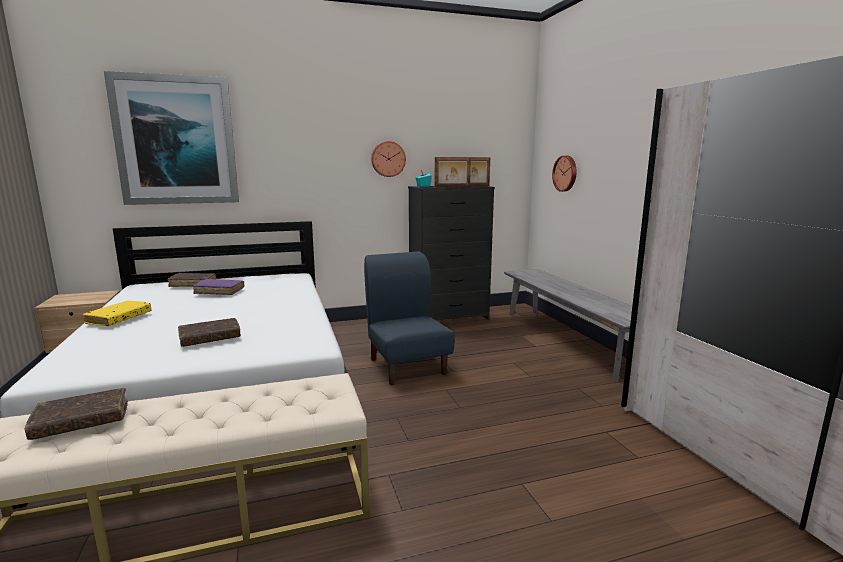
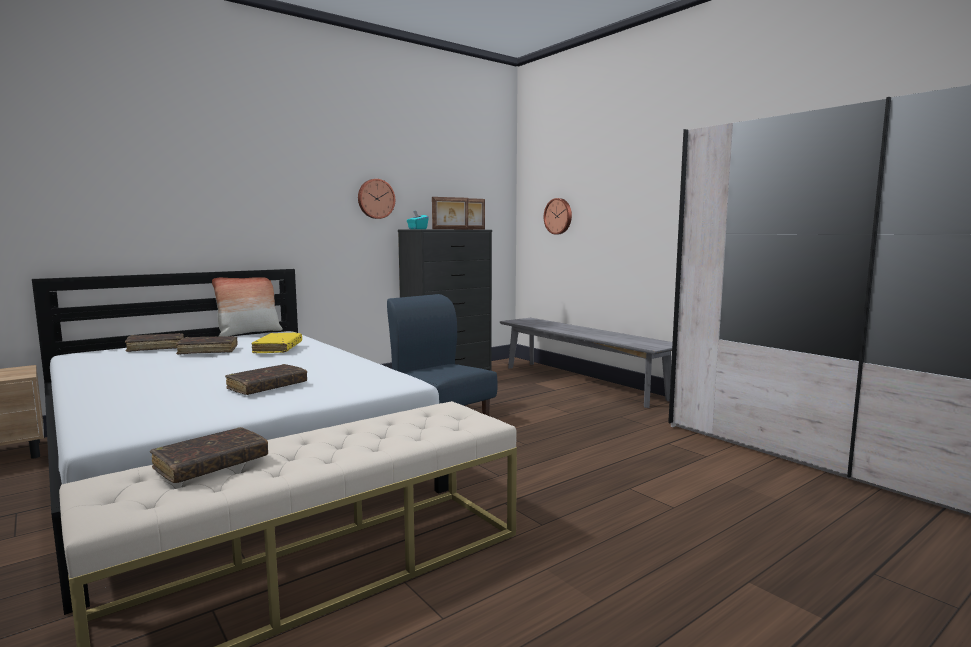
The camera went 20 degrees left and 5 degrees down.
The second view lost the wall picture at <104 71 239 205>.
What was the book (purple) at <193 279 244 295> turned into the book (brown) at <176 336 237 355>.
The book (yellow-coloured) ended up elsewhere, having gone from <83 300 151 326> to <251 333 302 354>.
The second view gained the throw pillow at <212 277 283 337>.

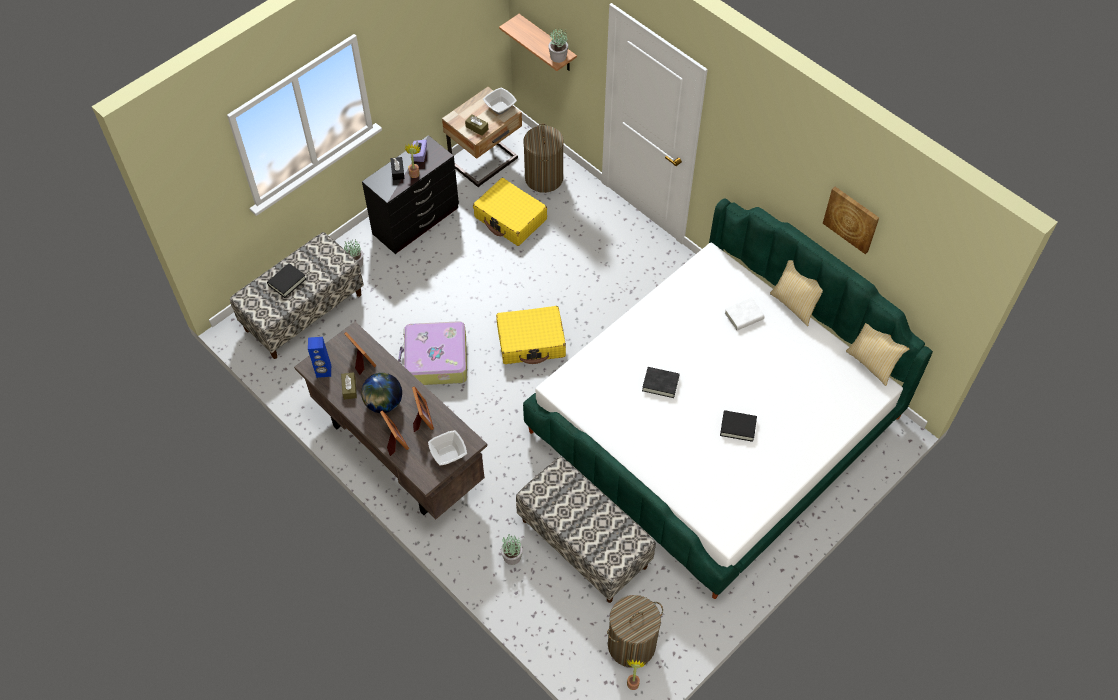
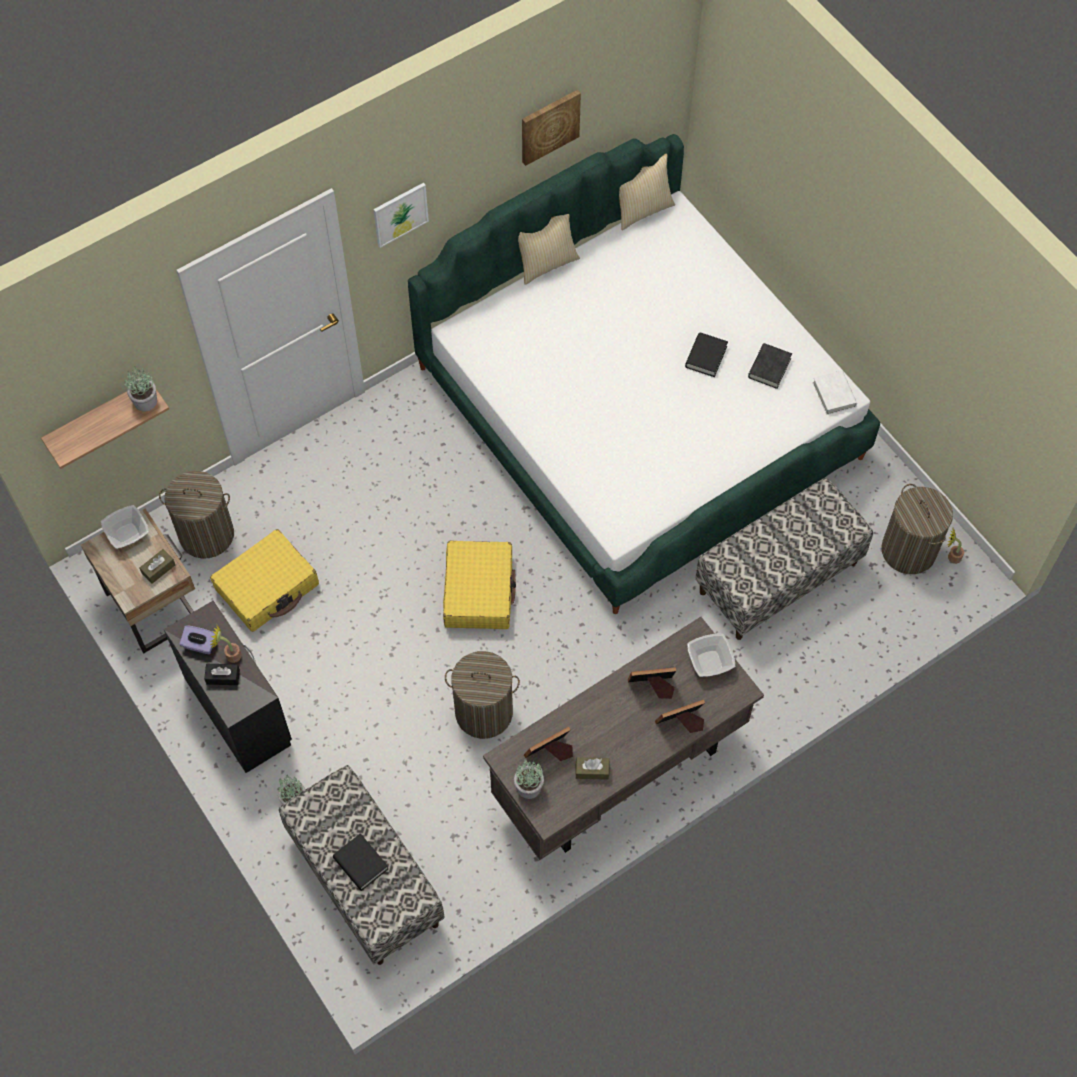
The camera went 80 degrees left and 5 degrees up.
The book (white) ended up elsewhere, having gone from <724 298 765 331> to <813 371 857 415>.
Where the travel case stood at <398 321 467 385>, the laundry basket came to stand at <445 651 520 739>.
The second view lost the audio speaker (blue-coloured) at <308 337 331 378>.
The book (black) ended up elsewhere, having gone from <642 367 680 398> to <748 343 792 389>.
The second view lost the desk globe at <361 373 402 413>.
The plant in a pot ended up elsewhere, having gone from <501 534 523 565> to <514 759 544 799>.
The second view gained the wall picture at <373 183 429 248>.

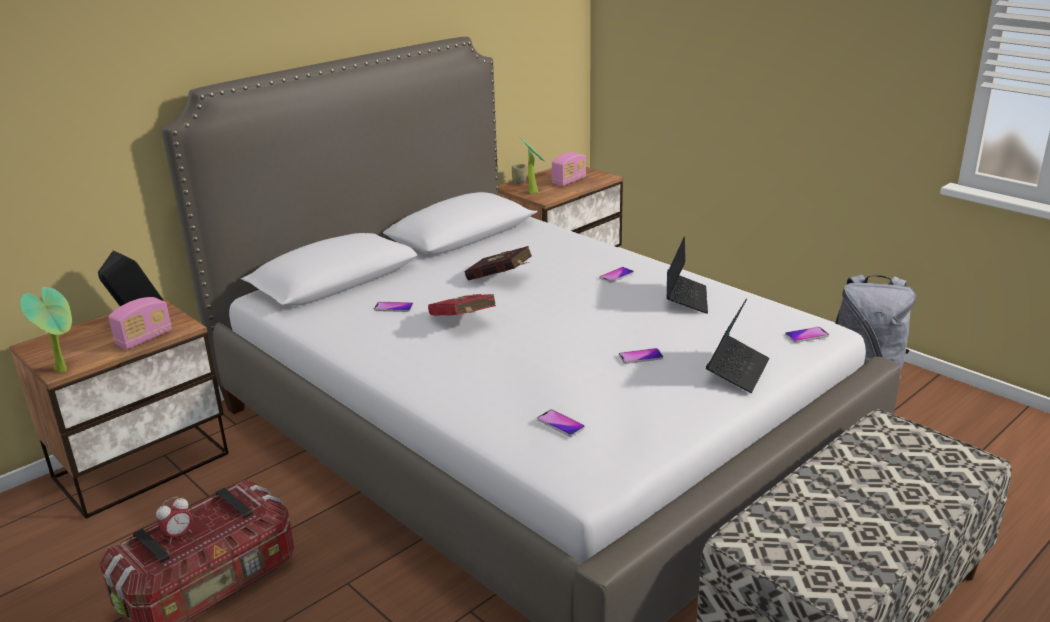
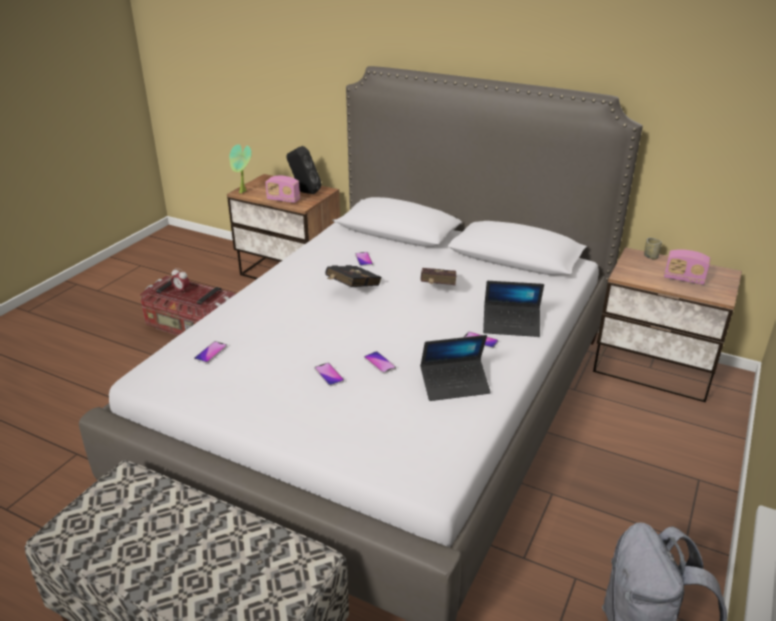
The camera went 70 degrees right and 5 degrees up.
The second view lost the plant in a pot at <520 137 546 194>.
What was the book (red) at <428 294 496 316> turned into the book (black) at <325 265 382 287>.
The notebook computer ended up elsewhere, having gone from <706 299 770 393> to <483 281 544 337>.
The telephone ended up elsewhere, having gone from <785 327 829 343> to <364 351 396 374>.

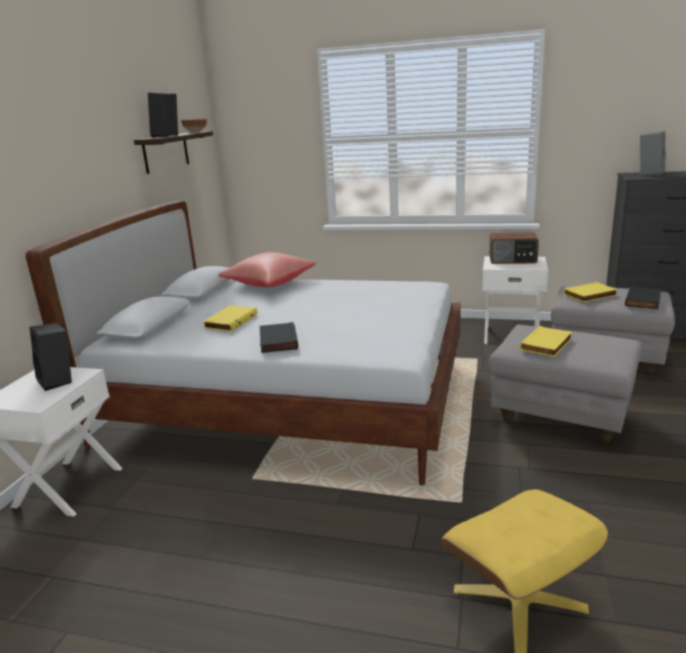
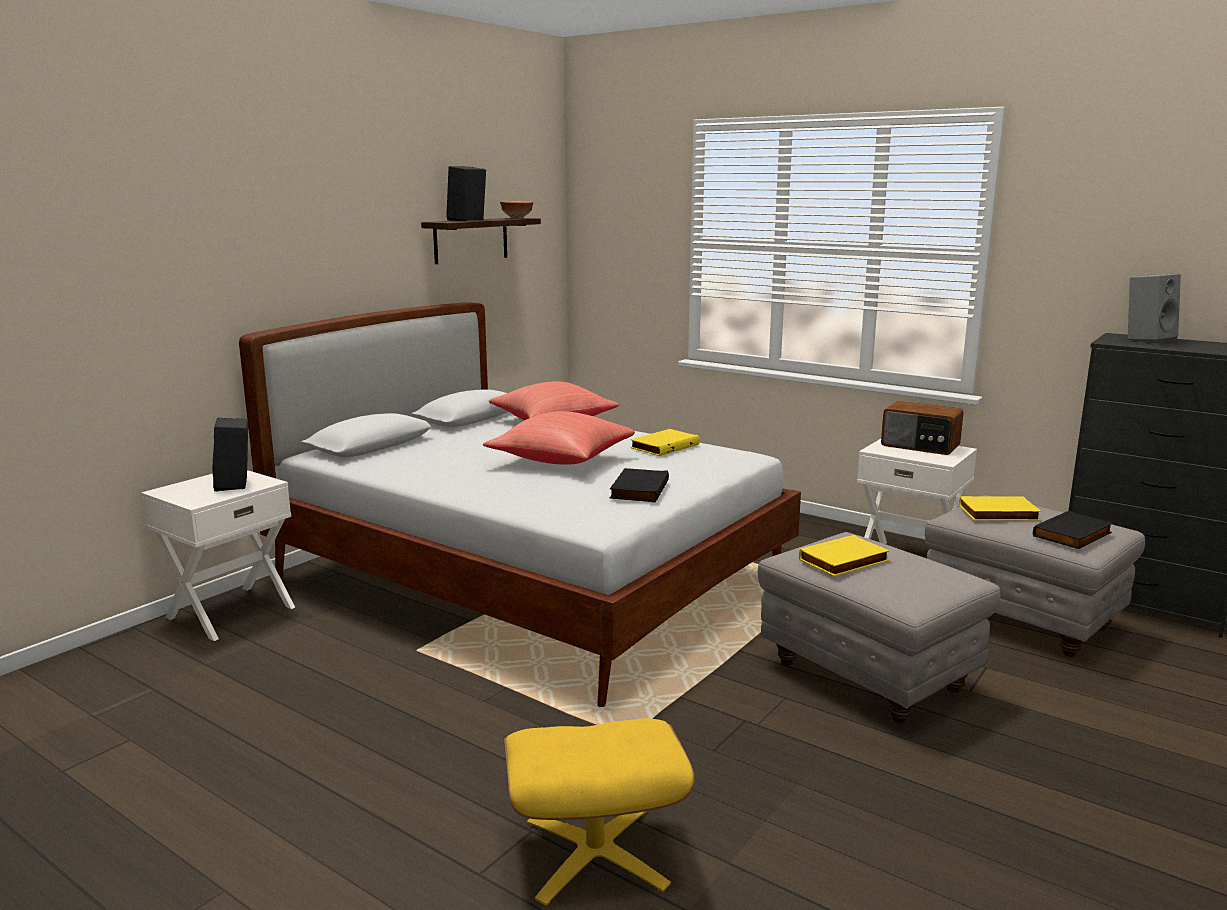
The camera went 20 degrees right and 5 degrees down.
The book (yellow-coloured) ended up elsewhere, having gone from <203 305 257 332> to <630 429 700 456>.
The book (black) ended up elsewhere, having gone from <260 322 298 353> to <610 468 669 502>.
The second view gained the throw pillow (red) at <483 411 635 465>.

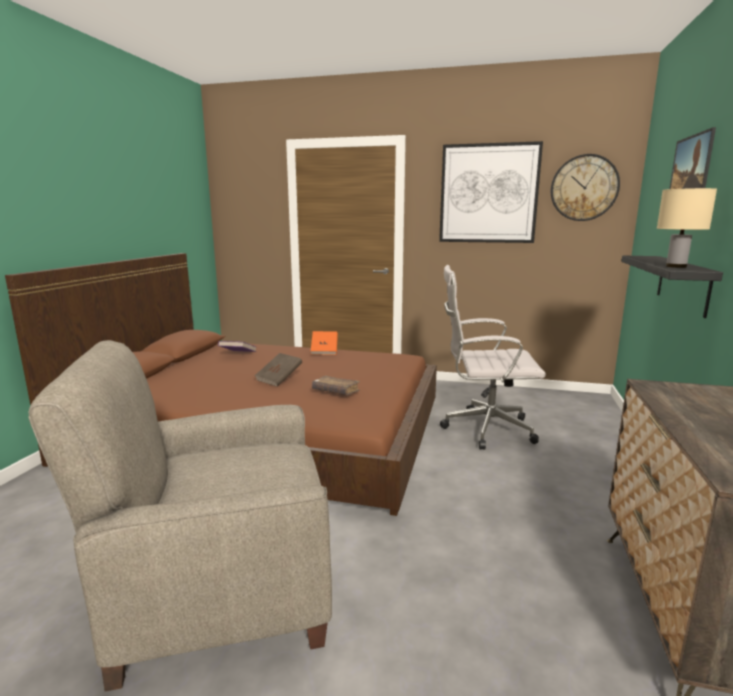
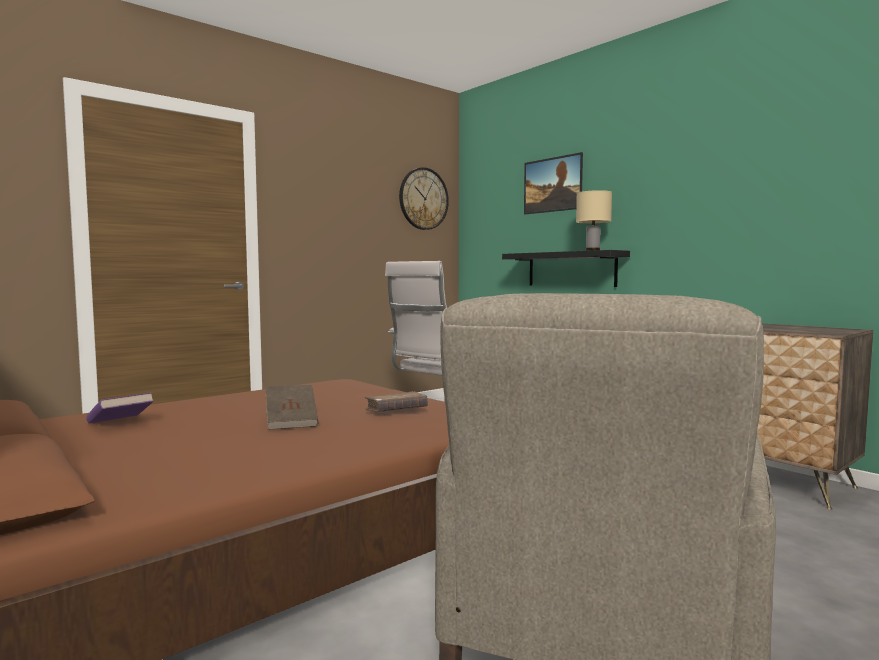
The camera went 55 degrees left and 10 degrees down.
The second view lost the wall picture at <439 141 543 243>.
The second view lost the book (orange) at <311 331 338 355>.

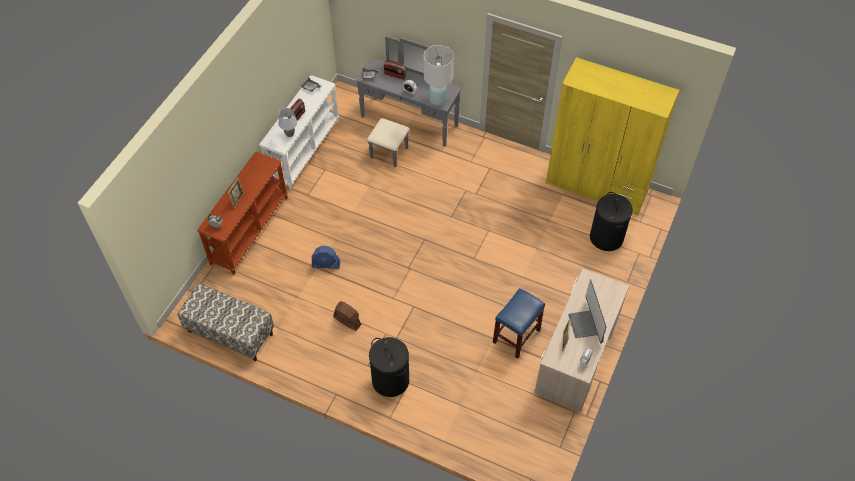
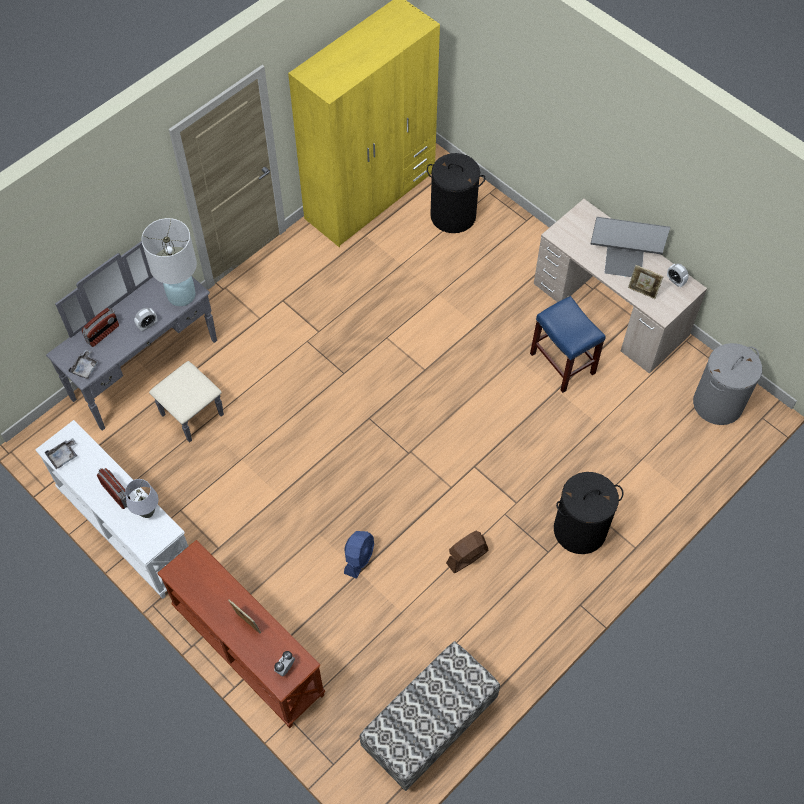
The camera went 70 degrees left and 5 degrees up.
The second view gained the laundry basket (greyish) at <693 343 762 425>.

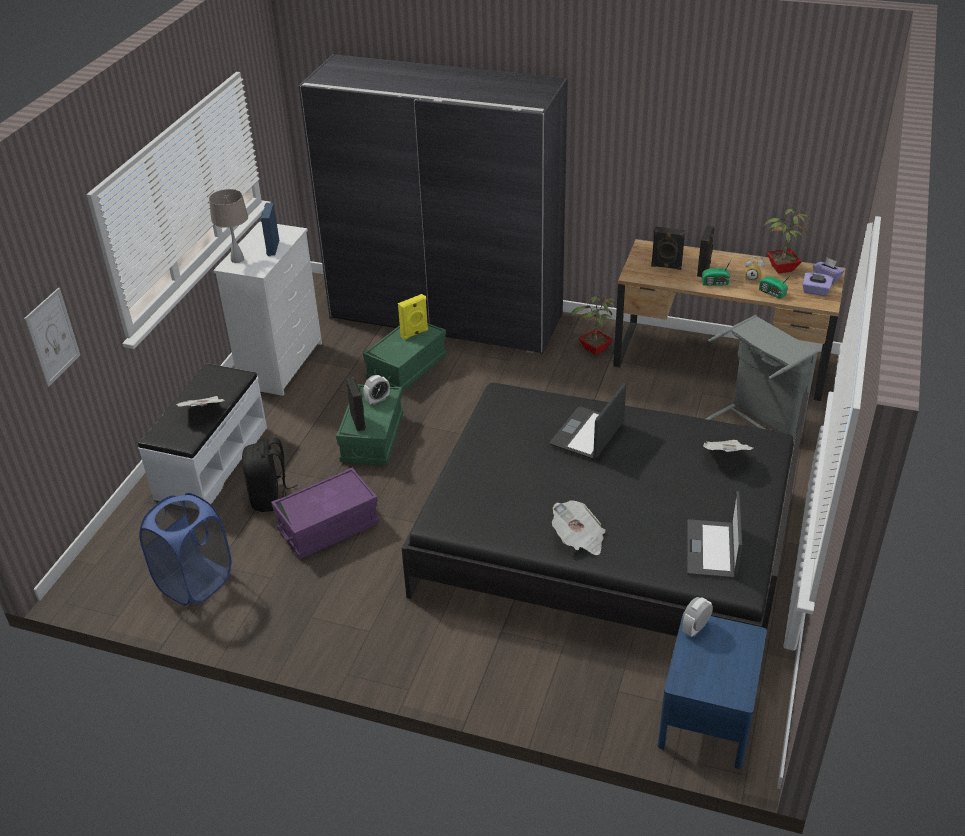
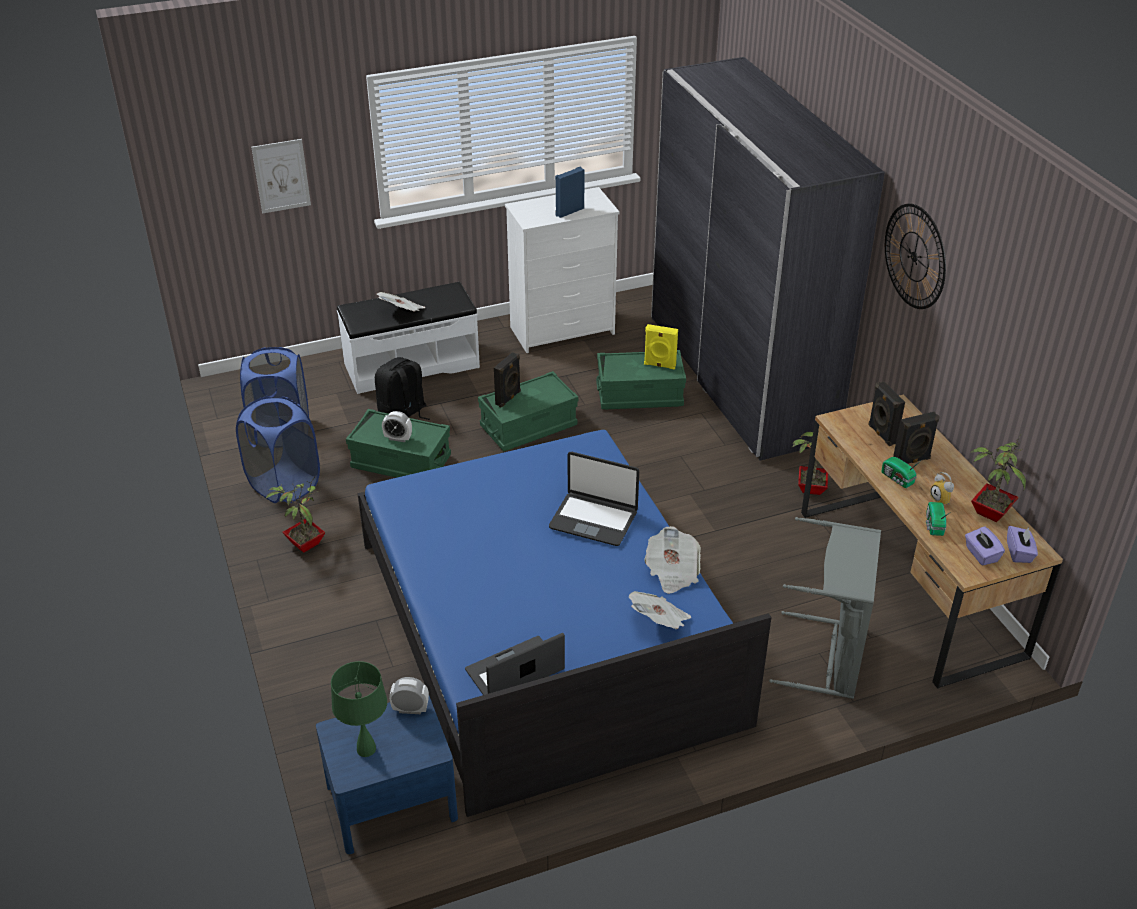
The camera went 50 degrees right and 0 degrees up.
The second view lost the tabletop lamp (beige-coloured) at <209 189 248 263>.
The bedside clock ended up elsewhere, having gone from <363 375 390 405> to <382 411 412 442>.
What was the bedroom bed (black) at <402 383 808 636> turned into the bedroom bed (blue-coloured) at <357 430 771 817>.
The notebook computer at <550 383 626 459> ended up facing another way, 150 degrees counterclockwise from before.
What was the storage box (purple) at <271 468 379 559> turned into the storage box (green-coloured) at <346 409 451 478>.
The newspaper ended up elsewhere, having gone from <552 500 606 555> to <644 526 701 594>.
The second view gained the wall clock at <885 204 946 309>.
The second view gained the laundry basket (blue-coloured) at <236 397 320 503>.
The second view gained the plant in a pot at <266 477 325 553>.
The second view gained the tabletop lamp (green-coloured) at <331 661 387 757>.

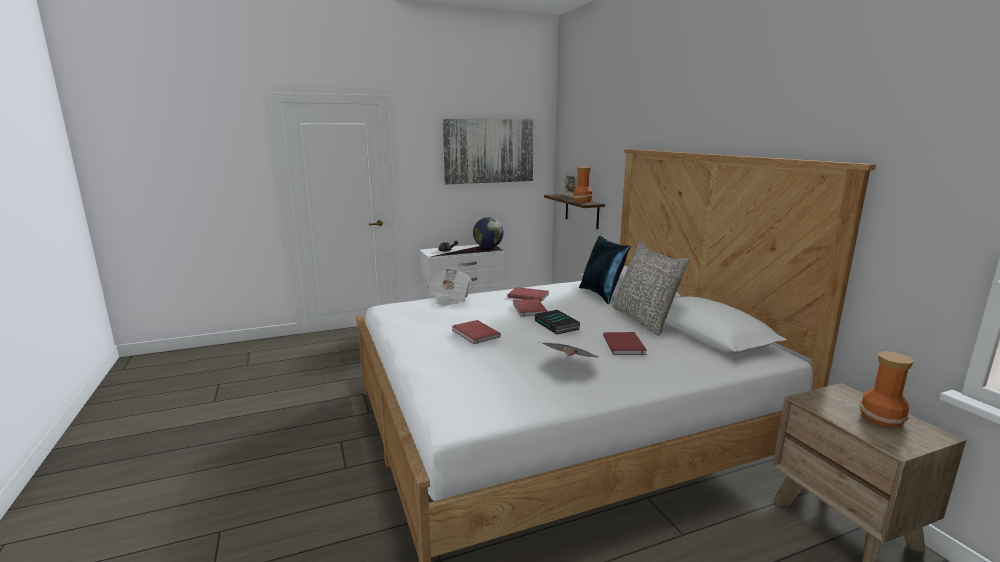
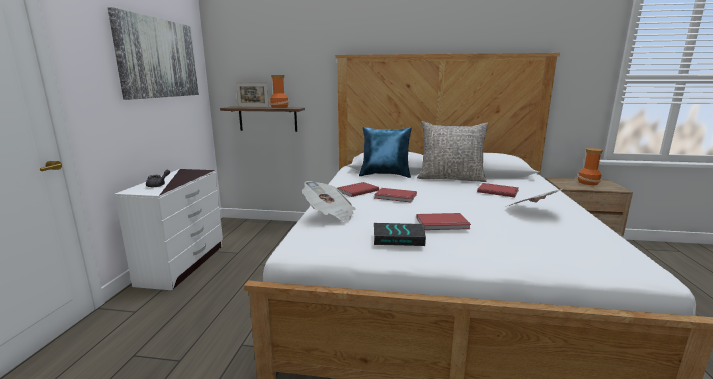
The camera went 60 degrees left and 0 degrees up.
The second view lost the desk globe at <473 217 504 248>.
The book ended up elsewhere, having gone from <535 310 581 335> to <374 223 426 246>.

